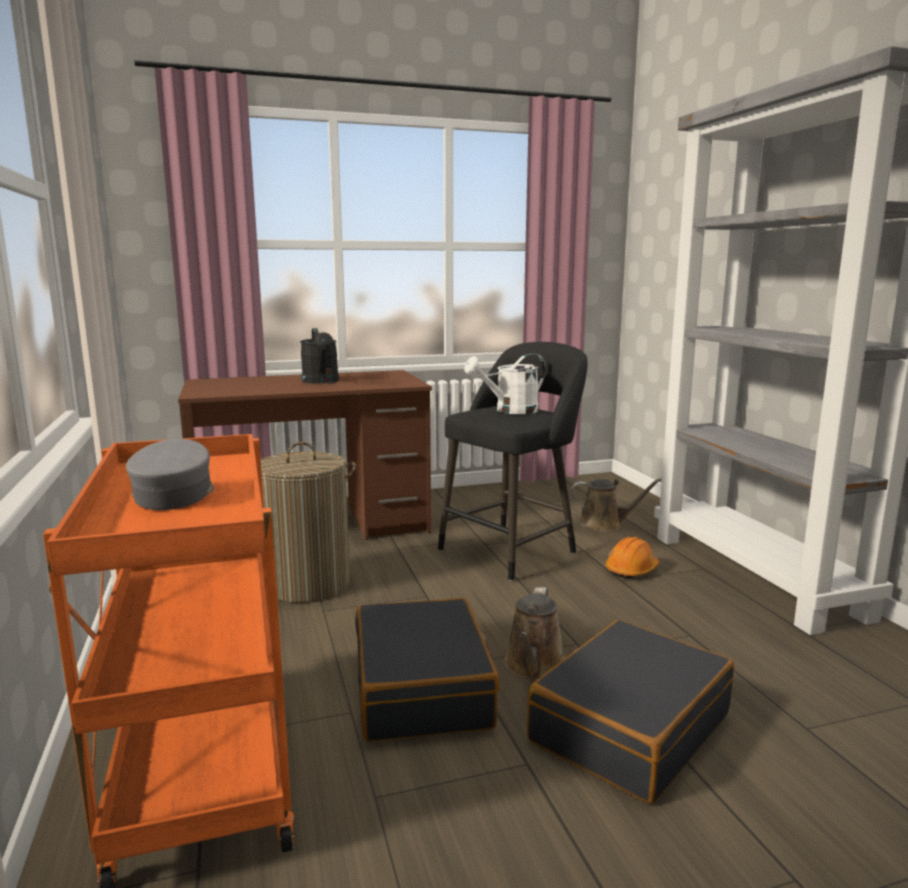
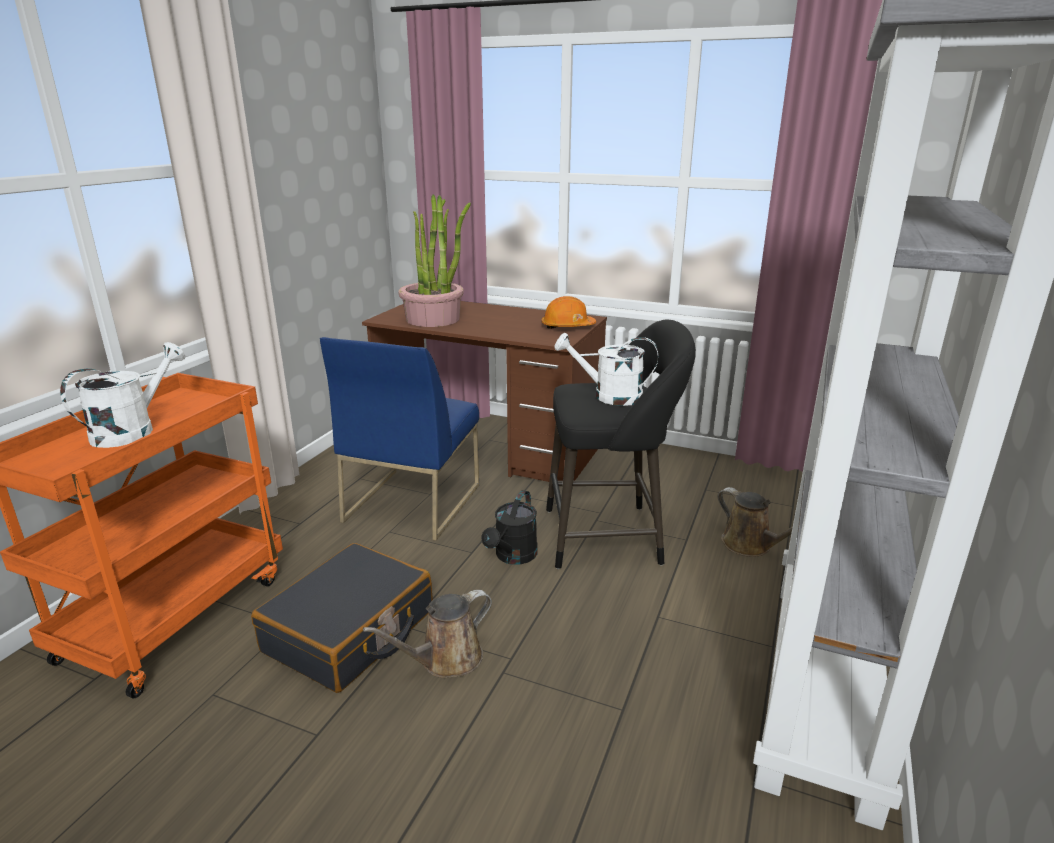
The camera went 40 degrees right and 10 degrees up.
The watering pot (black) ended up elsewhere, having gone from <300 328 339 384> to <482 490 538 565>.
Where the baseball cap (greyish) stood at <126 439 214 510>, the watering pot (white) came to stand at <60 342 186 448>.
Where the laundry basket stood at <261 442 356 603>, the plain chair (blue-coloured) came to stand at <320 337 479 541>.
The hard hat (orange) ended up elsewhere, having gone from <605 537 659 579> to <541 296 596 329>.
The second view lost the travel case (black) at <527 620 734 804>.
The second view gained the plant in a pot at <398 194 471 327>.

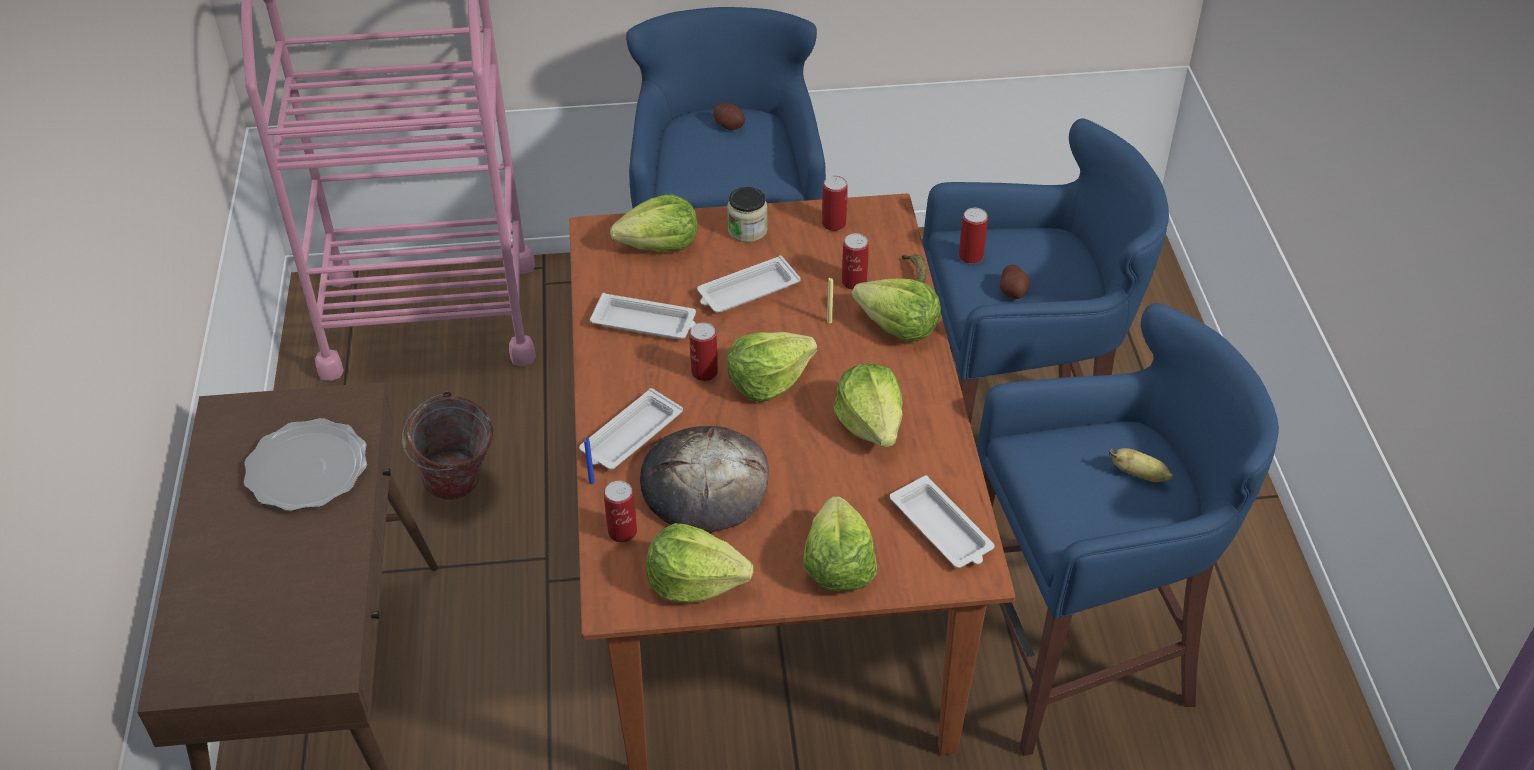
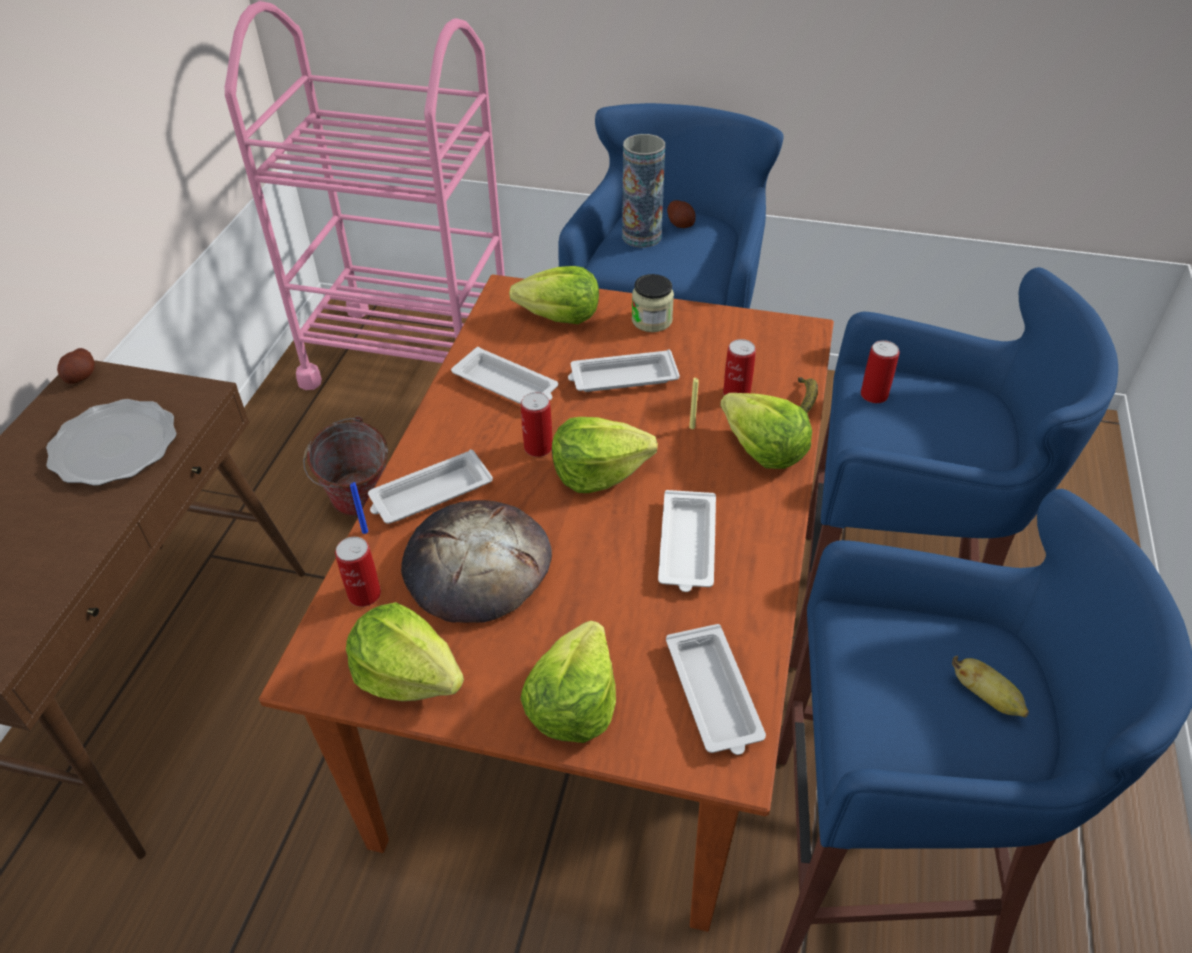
The camera went 20 degrees right and 0 degrees up.
The second view lost the metal can at <822 176 848 231>.
The potato ended up elsewhere, having gone from <1000 265 1030 299> to <57 348 95 384>.
Where the lettuce head stood at <833 363 903 448>, the tray (white) came to stand at <658 490 716 592>.
The second view gained the flower vase at <622 134 665 248>.

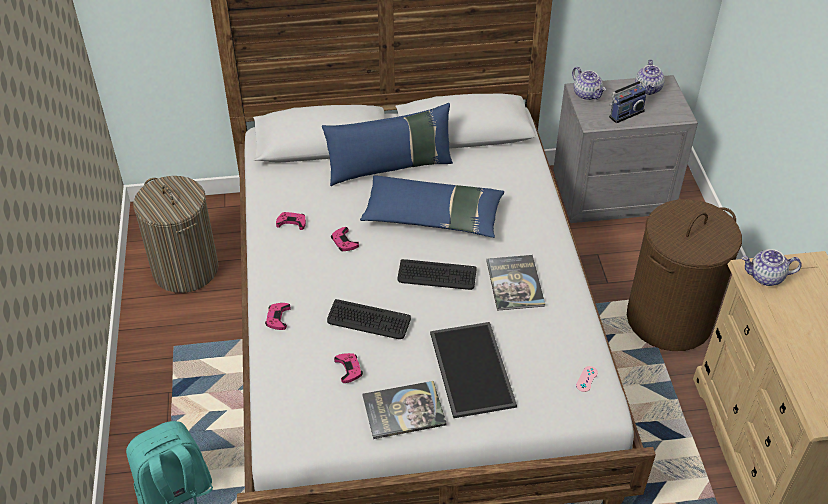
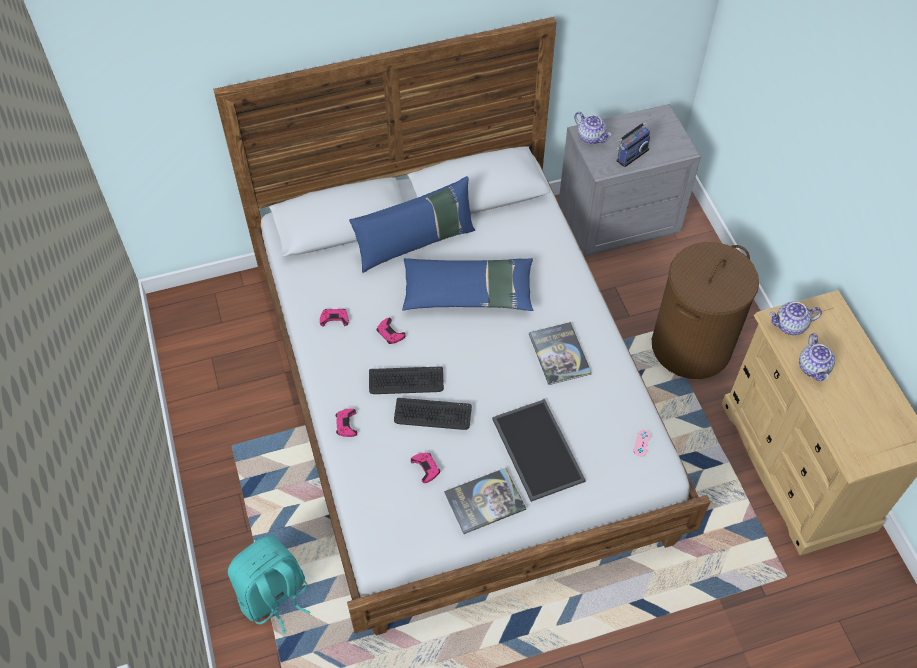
The camera went 10 degrees left and 10 degrees up.
The teapot ended up elsewhere, having gone from <635 59 665 95> to <799 333 835 382>.
The second view lost the laundry basket at <133 176 219 293>.
The computer keyboard ended up elsewhere, having gone from <397 259 477 290> to <369 366 444 394>.

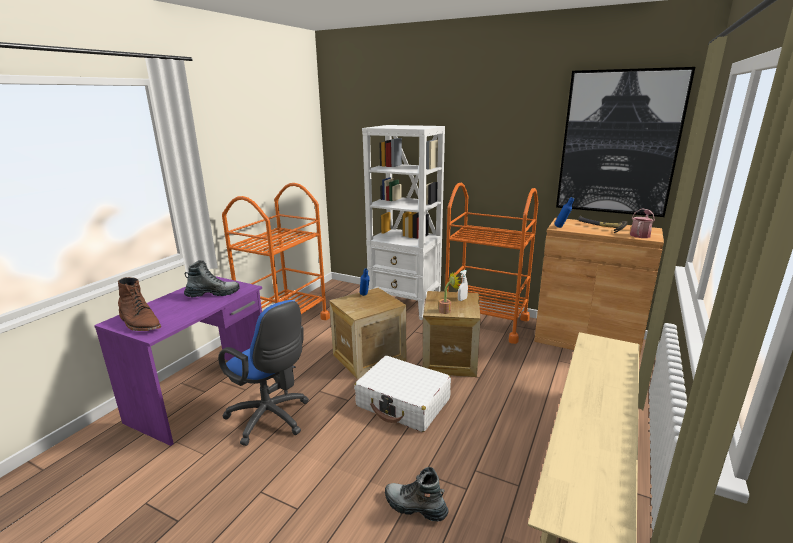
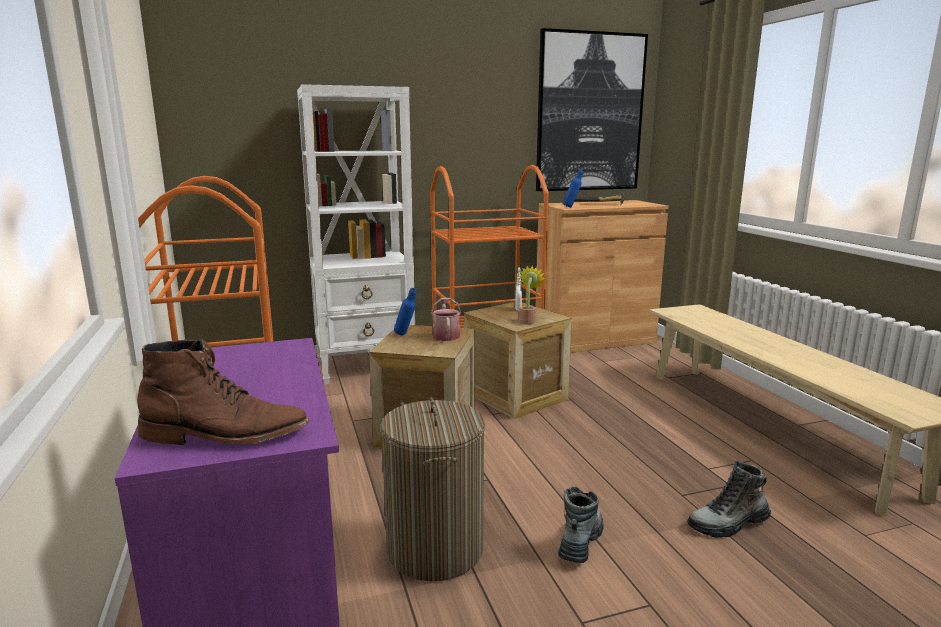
The camera went 45 degrees left and 5 degrees down.
The watering pot ended up elsewhere, having gone from <630 209 655 238> to <431 298 461 341>.
The tall boot ended up elsewhere, having gone from <184 260 240 297> to <558 487 604 563>.
Where the desk chair (blue-coloured) stood at <218 300 309 446>, the laundry basket came to stand at <381 397 485 581>.
The second view lost the travel case (white) at <354 356 451 432>.

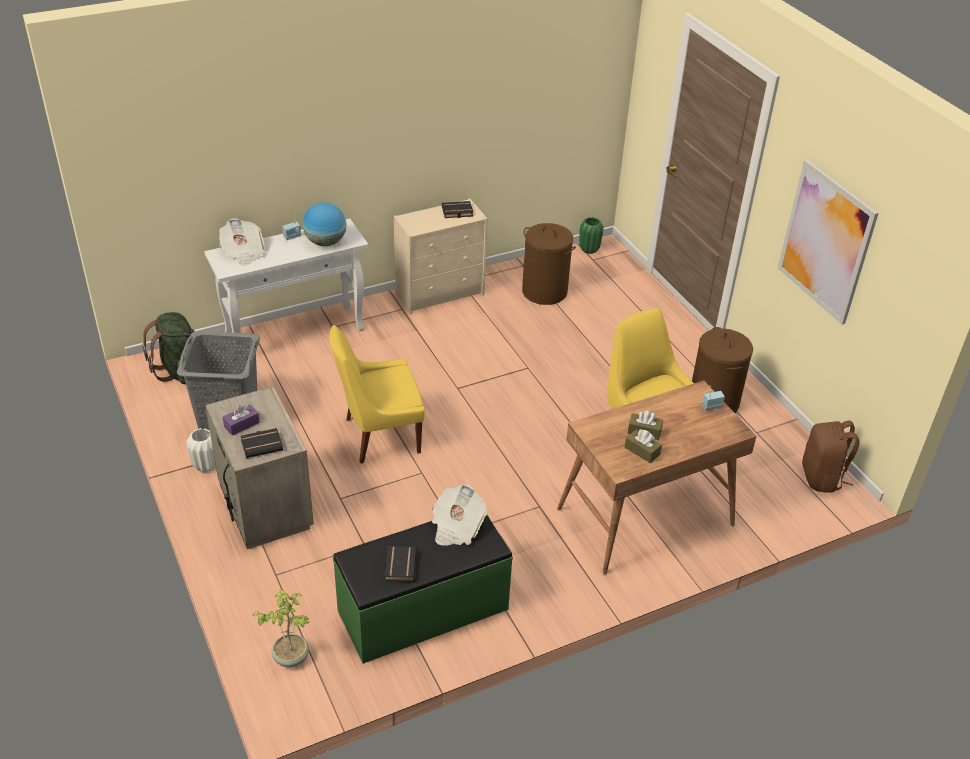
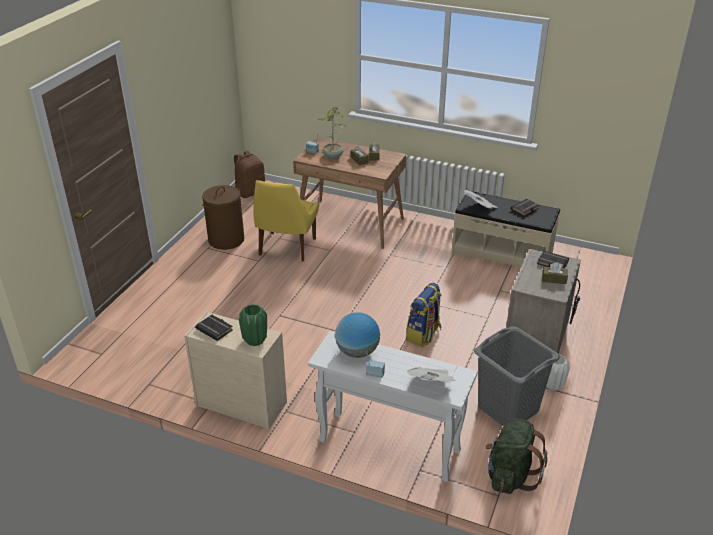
The camera went 130 degrees left and 5 degrees down.
The second view lost the wall picture at <778 160 879 325>.
The flower vase (green-coloured) ended up elsewhere, having gone from <579 217 604 254> to <239 304 267 346>.
The second view lost the laundry basket (brown) at <522 223 576 305>.
Where the plain chair (yellow-coloured) stood at <329 325 425 464>, the knapsack came to stand at <406 283 442 347>.
What was the box of tissues (purple) at <222 404 260 436> turned into the box of tissues (brown) at <542 262 568 284>.
What was the long seat (green-coloured) at <333 515 513 664> turned into the long seat (beige-coloured) at <452 191 560 269>.
The plant in a pot ended up elsewhere, having gone from <252 589 309 667> to <318 107 346 159>.

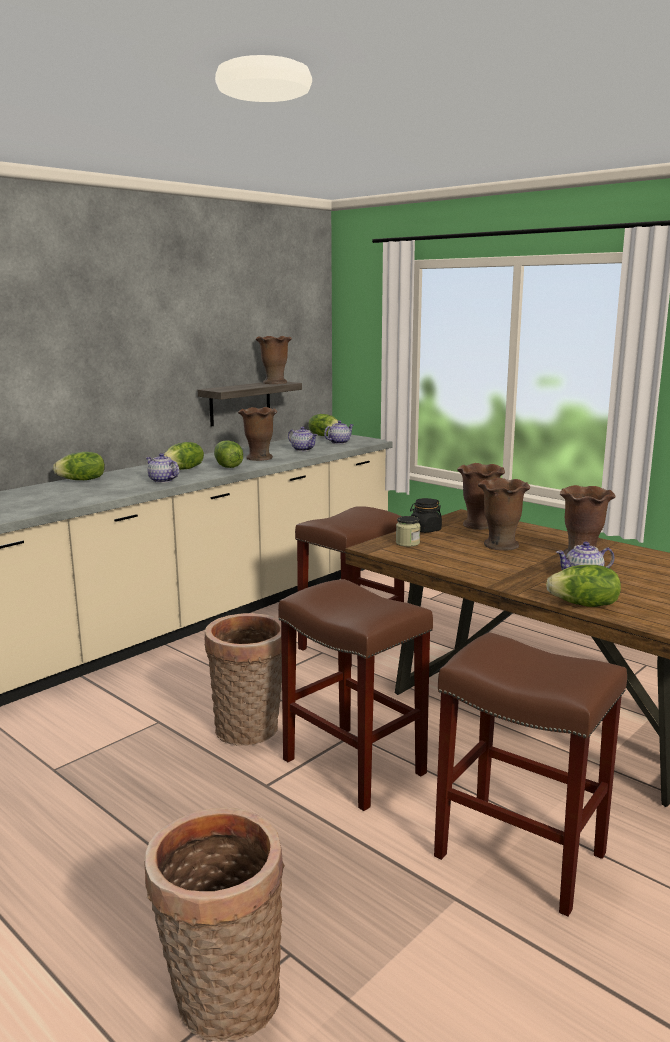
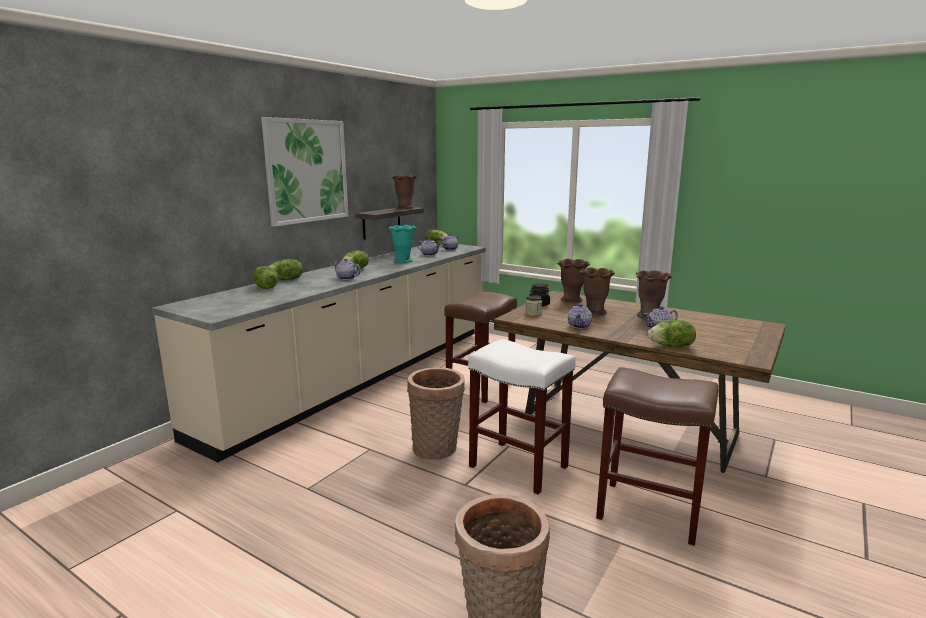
The camera went 10 degrees left and 0 degrees up.
What was the flower vase (brown) at <238 407 277 461> turned into the flower vase (blue-green) at <388 225 416 263>.
The lettuce head ended up elsewhere, having gone from <214 440 243 468> to <253 266 278 289>.
What was the sitting stool (brown) at <278 579 433 811> turned into the sitting stool (white) at <468 339 576 495>.
The second view gained the wall picture at <261 117 348 227>.
The second view gained the teapot at <568 304 592 329>.

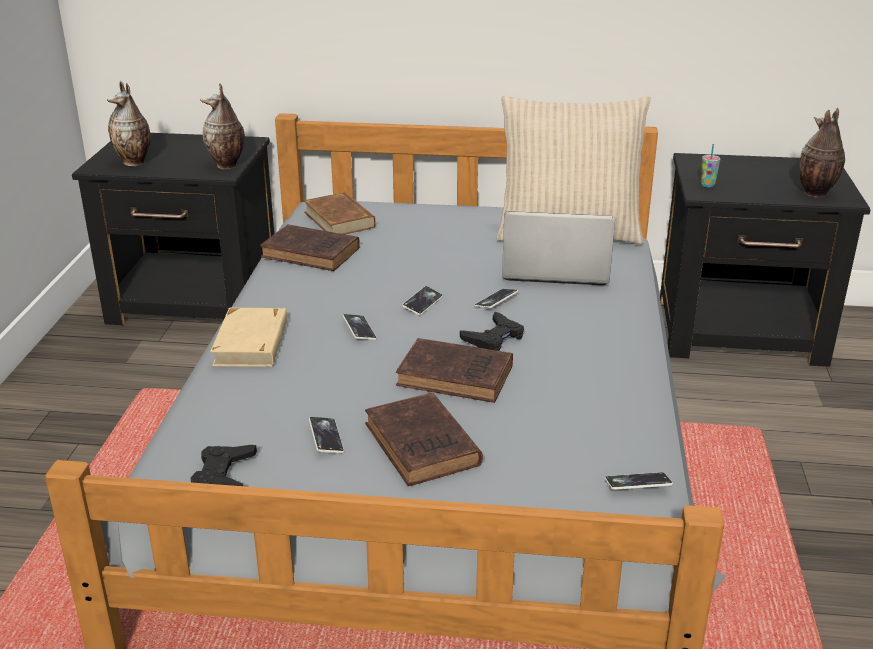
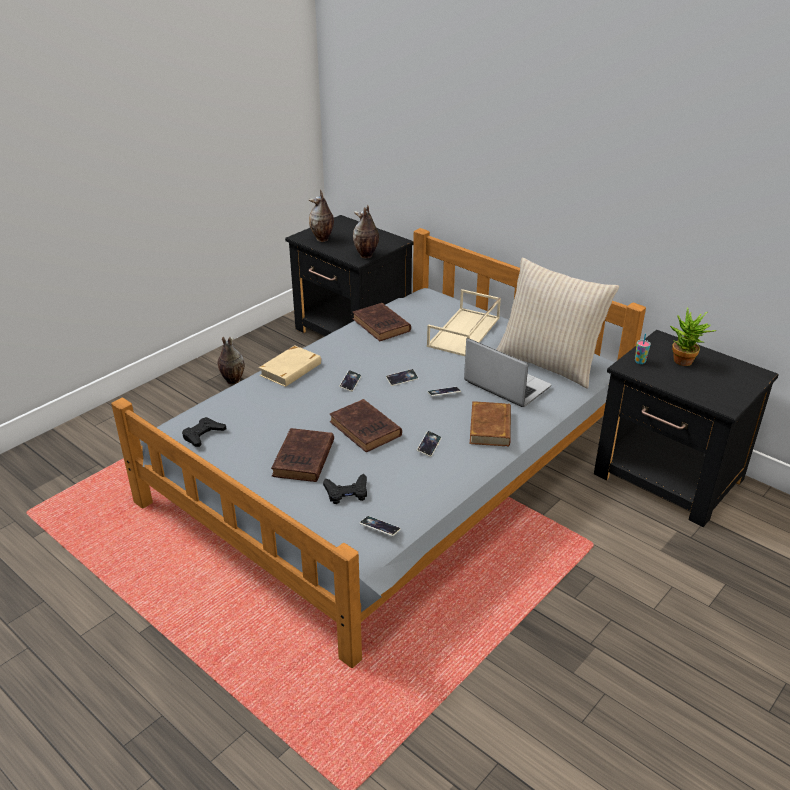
The camera went 35 degrees right and 5 degrees up.
The flower vase ended up elsewhere, having gone from <799 108 845 198> to <217 337 245 384>.
The book (brown) ended up elsewhere, having gone from <303 192 376 234> to <470 401 511 447>.
The joypad (black) ended up elsewhere, having gone from <460 311 524 351> to <323 474 367 504>.
The telephone ended up elsewhere, having gone from <309 417 344 453> to <417 431 442 457>.
The second view gained the tray (beige-coloured) at <427 289 501 356>.
The second view gained the plant in a pot at <670 307 717 366>.

